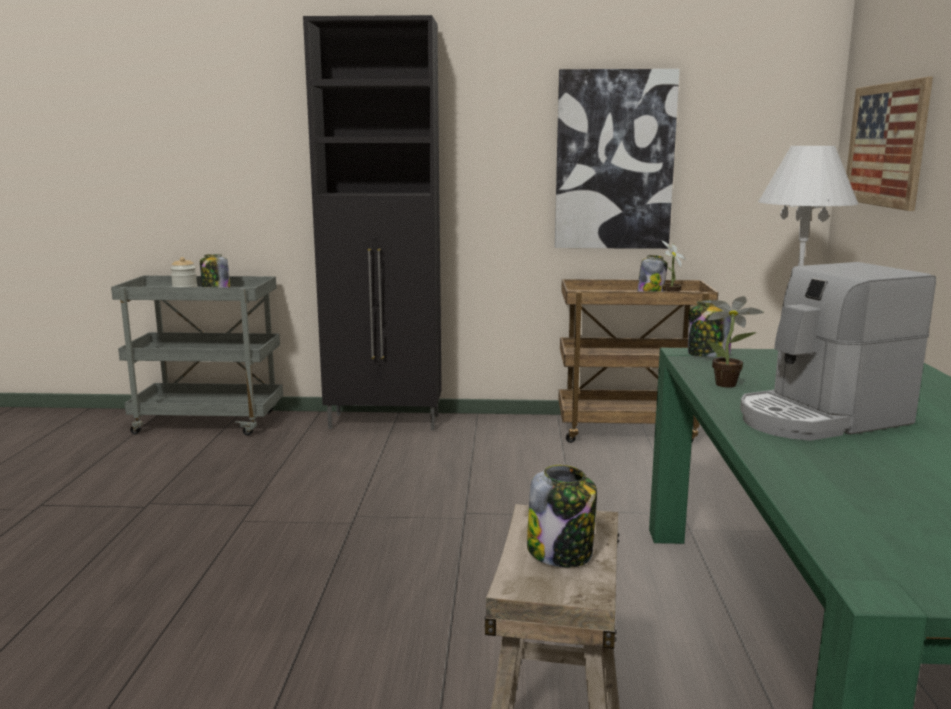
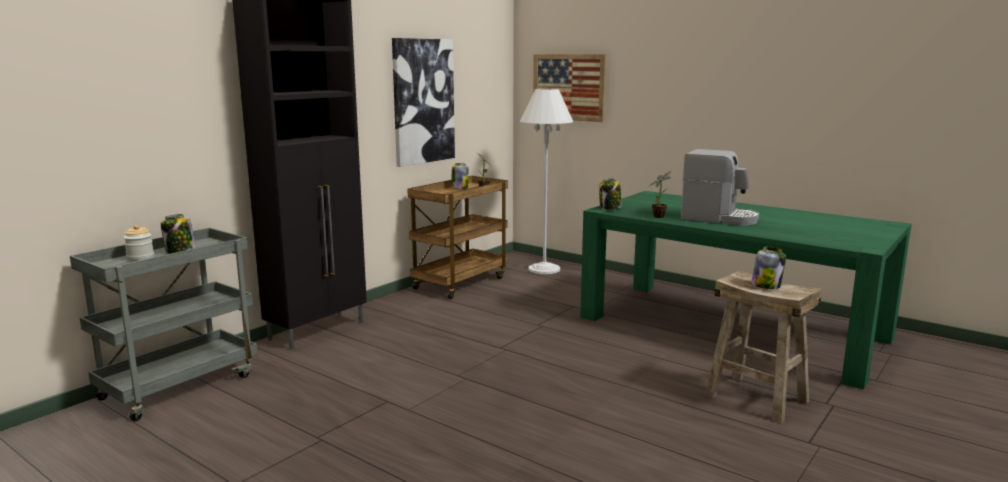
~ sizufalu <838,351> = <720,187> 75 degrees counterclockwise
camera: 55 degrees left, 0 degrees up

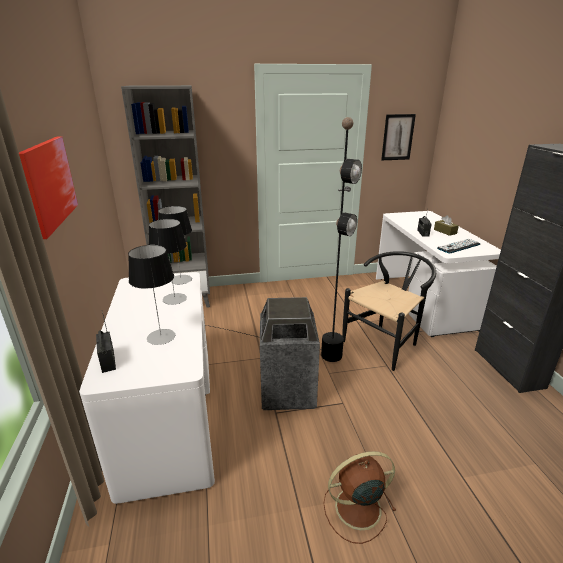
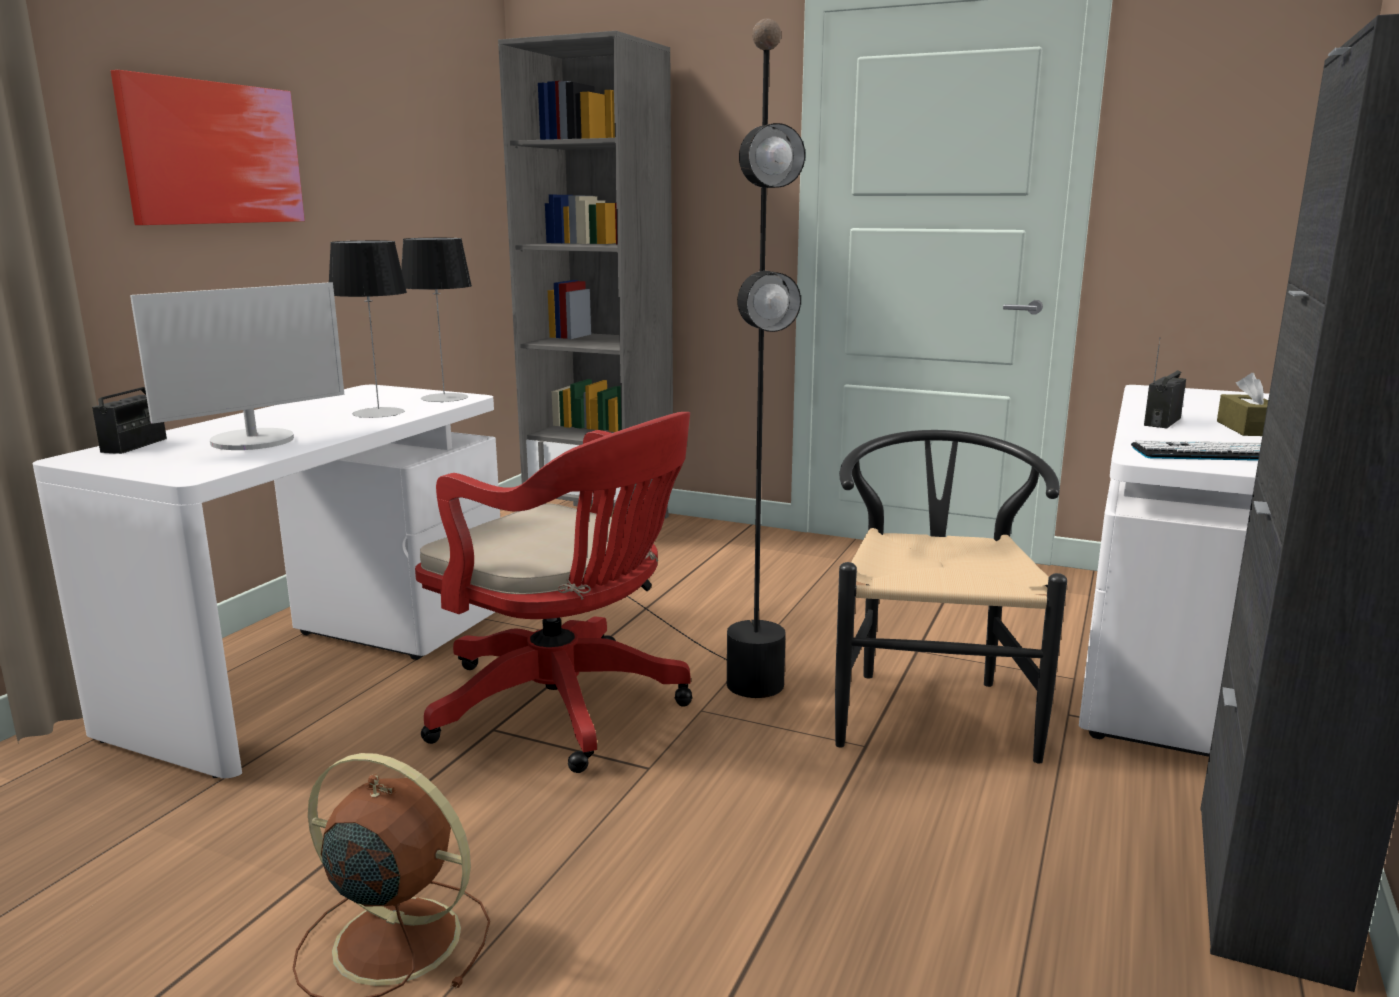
~ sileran <151,295> to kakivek <237,366>
~ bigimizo <290,353> to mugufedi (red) <554,592>
~ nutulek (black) <389,311> = <951,597> 75 degrees counterclockwise
- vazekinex <398,137>
camera: 35 degrees right, 10 degrees down

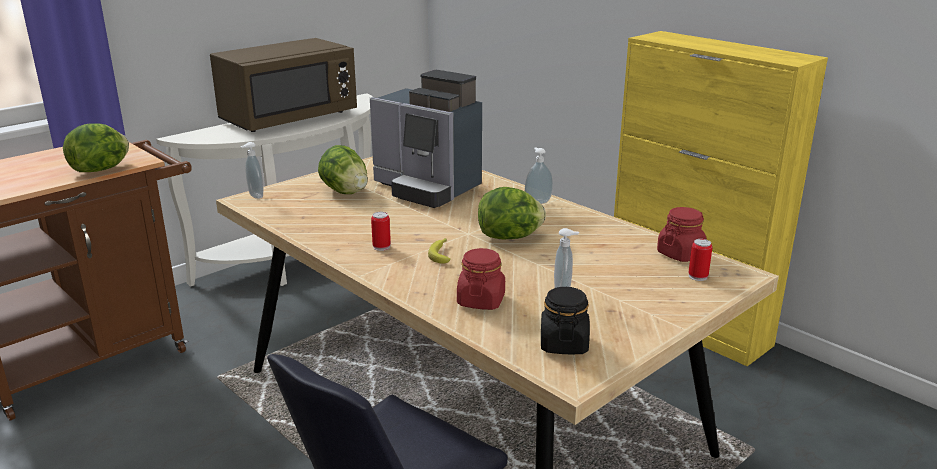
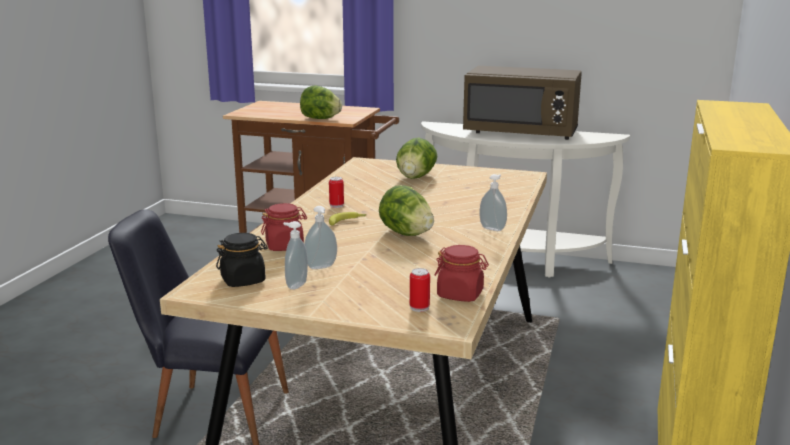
~ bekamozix <251,170> to <295,255>
- sizufalu <426,139>
camera: 60 degrees right, 5 degrees down

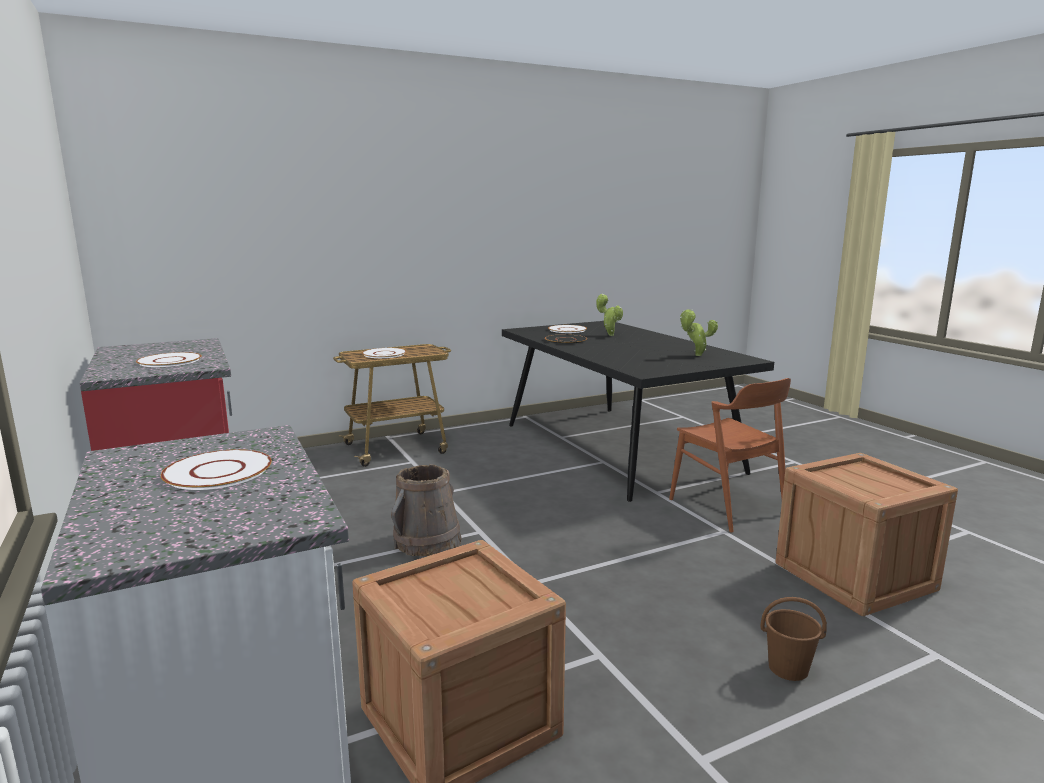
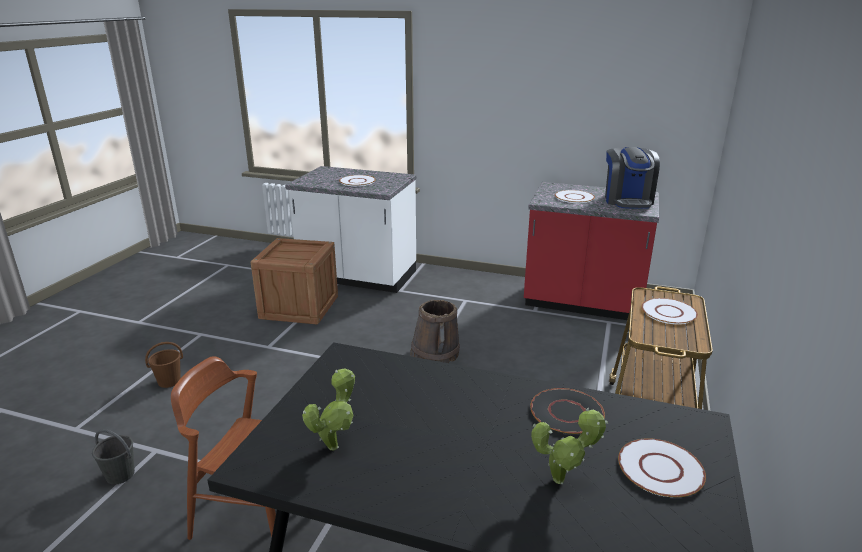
~ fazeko <867,534> to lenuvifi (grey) <113,457>
+ sizufalu <632,178>
camera: 135 degrees right, 10 degrees up

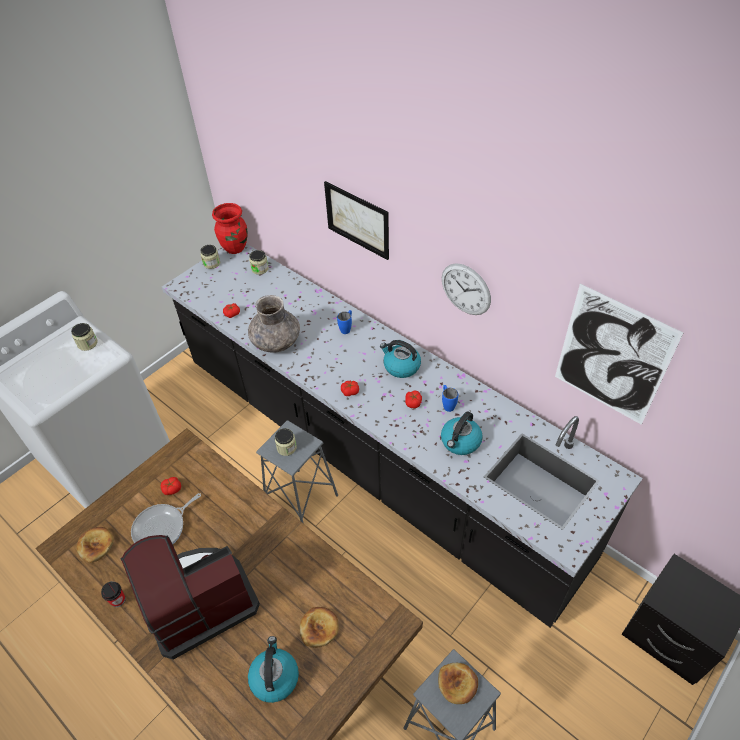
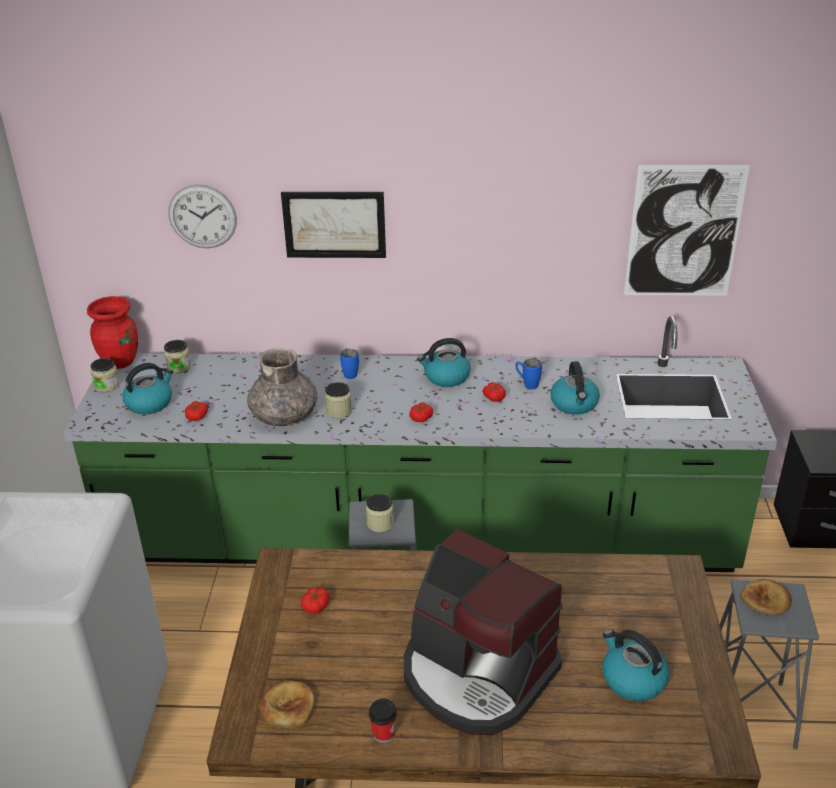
~ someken <84,337> to <338,400>
~ sizufalu <190,597> = <483,632> 75 degrees counterclockwise
- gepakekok <166,518>
~ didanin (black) <402,436> to didanin (green) <420,444>
- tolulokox <319,627>
~ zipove <466,289> to <202,216>
+ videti <147,389>
camera: 40 degrees left, 15 degrees down

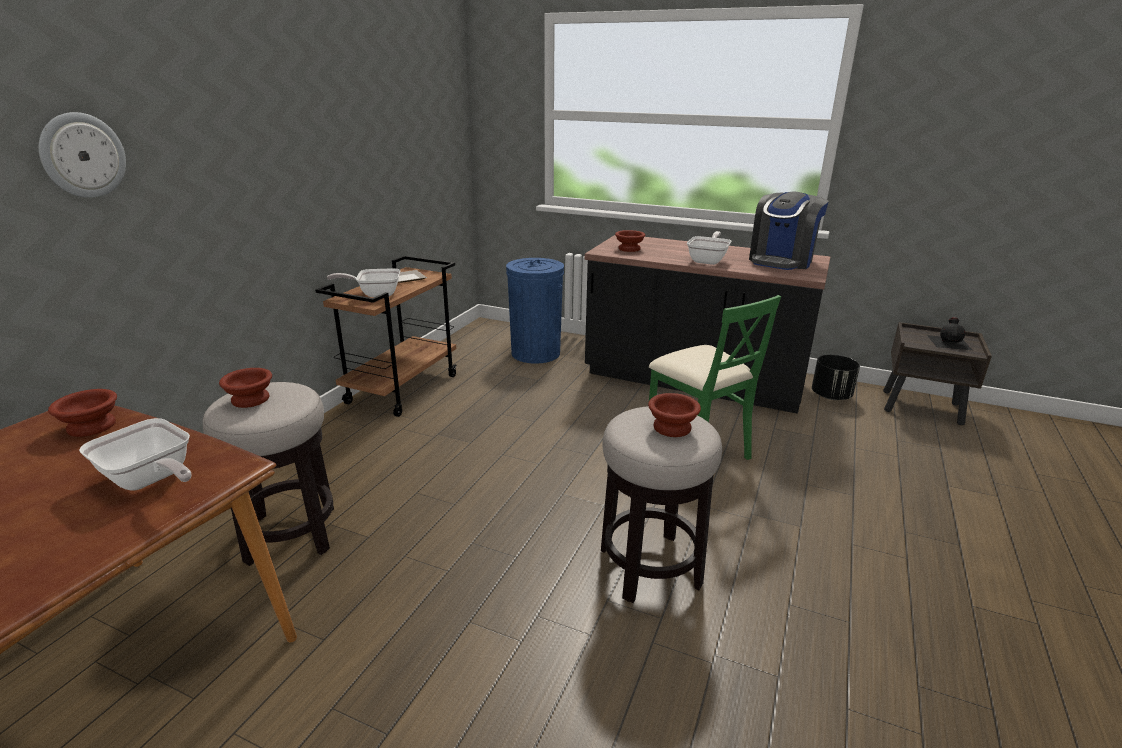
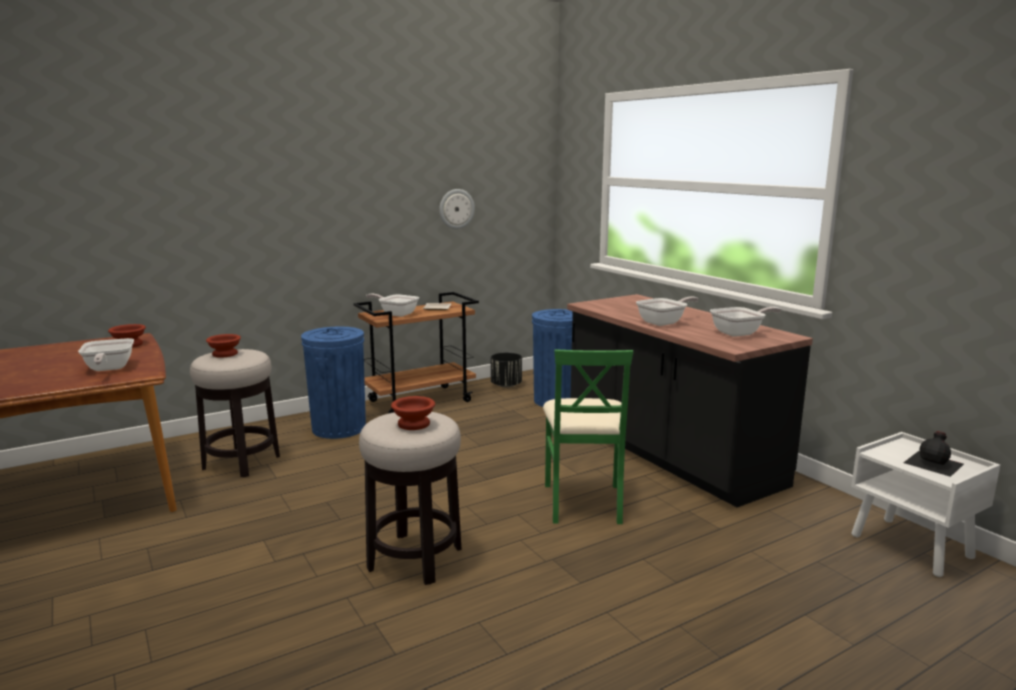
~ zipove <82,155> to <457,209>
- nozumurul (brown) <630,241>
~ sizufalu <789,230> to gepakekok <745,322>
~ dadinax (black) <836,377> to <506,370>
~ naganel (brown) <937,373> to naganel (white) <925,504>
+ bigimizo (blue) <333,383>
camera: 35 degrees right, 10 degrees down

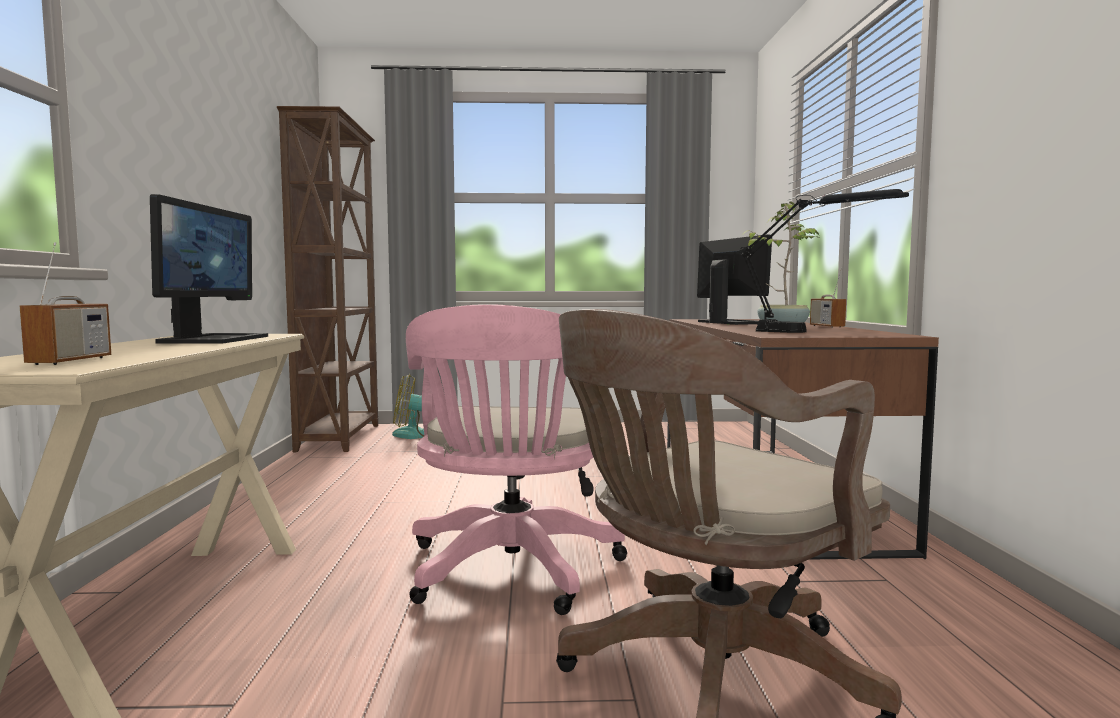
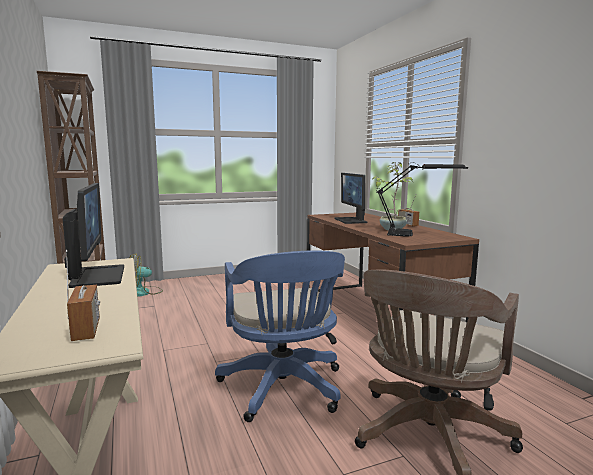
~ mugufedi (pink) <516,459> to mugufedi (blue) <280,336>
~ kakivek <734,279> = <350,198> 150 degrees counterclockwise
camera: 20 degrees left, 5 degrees up

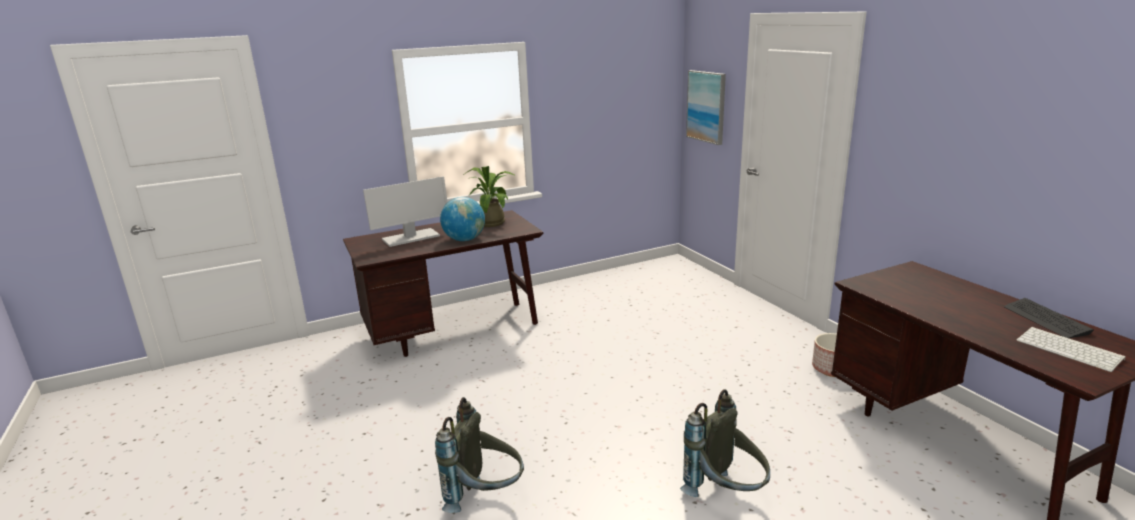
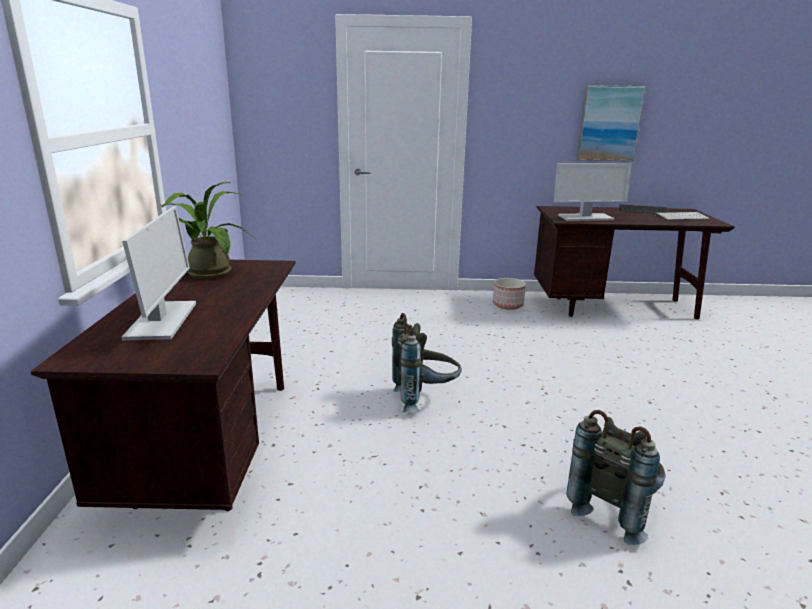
- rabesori <462,219>
~ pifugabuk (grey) <725,443> to <427,362>
~ vazekinex <706,107> to <611,123>
+ kakivek <593,192>
camera: 65 degrees left, 0 degrees up

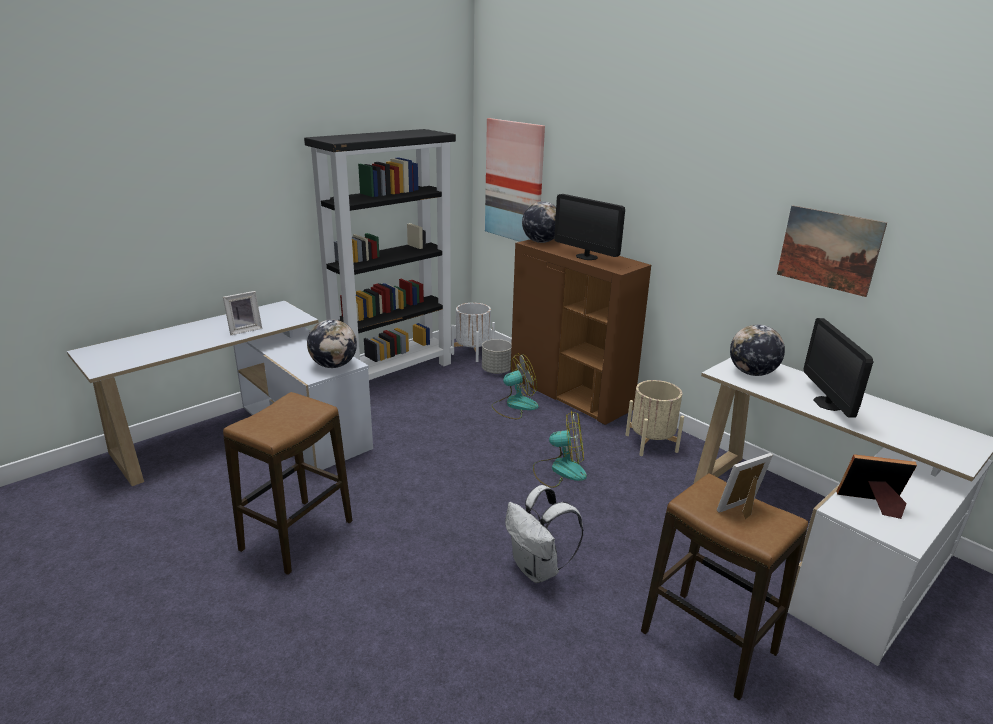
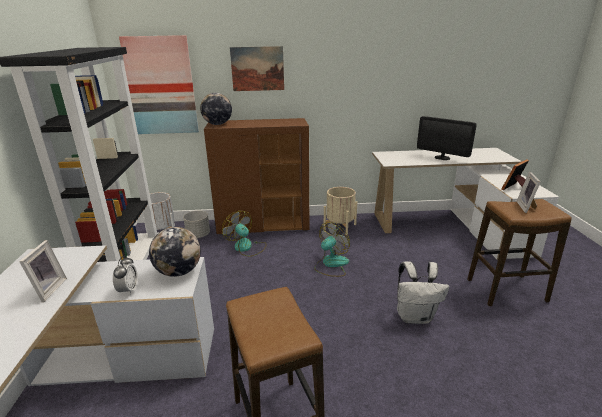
~ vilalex <515,386> = <244,234> 60 degrees counterclockwise
- kakivek <589,227>
- rabesori <757,350>
~ vazekinex <832,251> to <257,68>
+ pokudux <125,275>
camera: 50 degrees left, 0 degrees up

